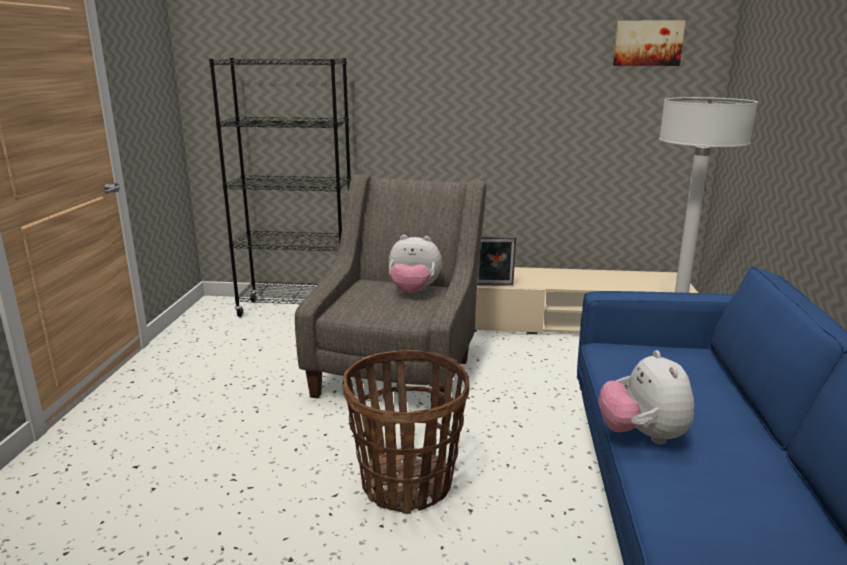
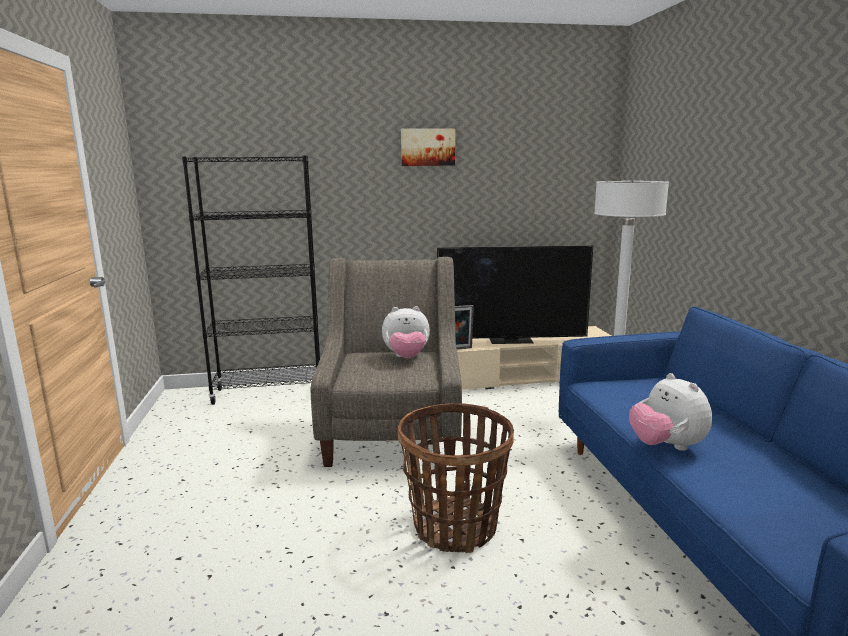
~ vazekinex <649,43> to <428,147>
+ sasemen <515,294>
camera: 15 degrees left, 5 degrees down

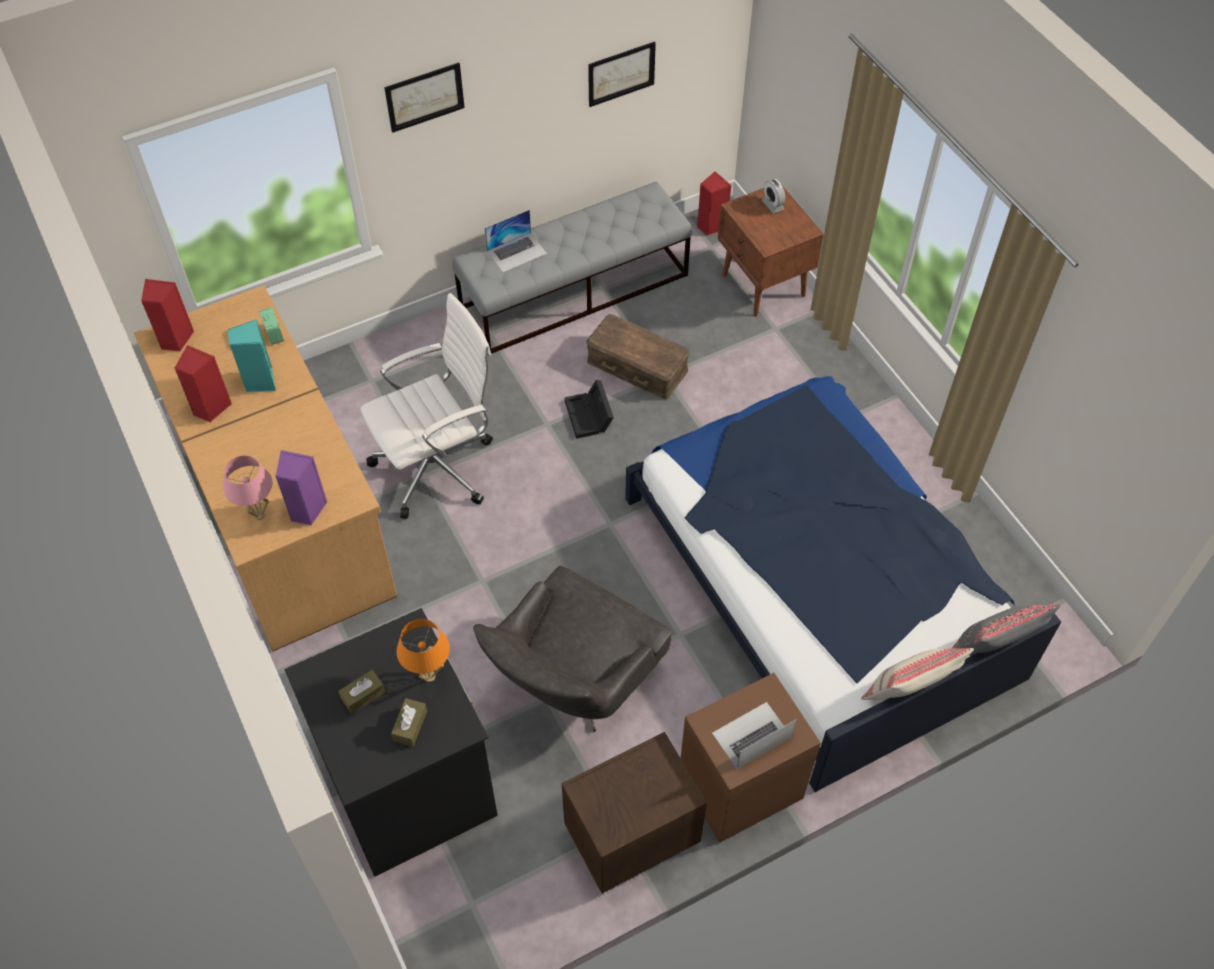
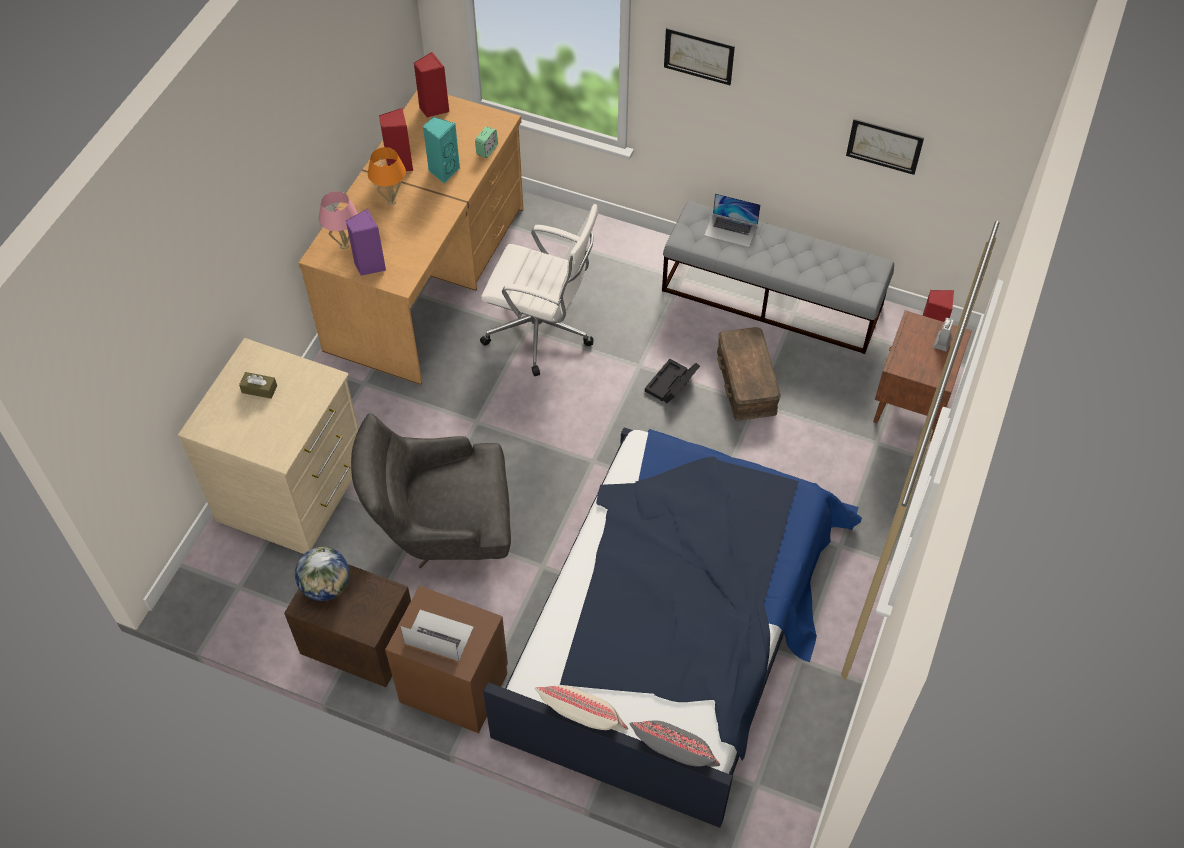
~ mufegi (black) <391,742> to mufegi (beige) <268,446>
- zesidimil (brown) <409,722>
~ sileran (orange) <423,650> to <387,176>
+ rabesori <322,574>
camera: 50 degrees right, 0 degrees up

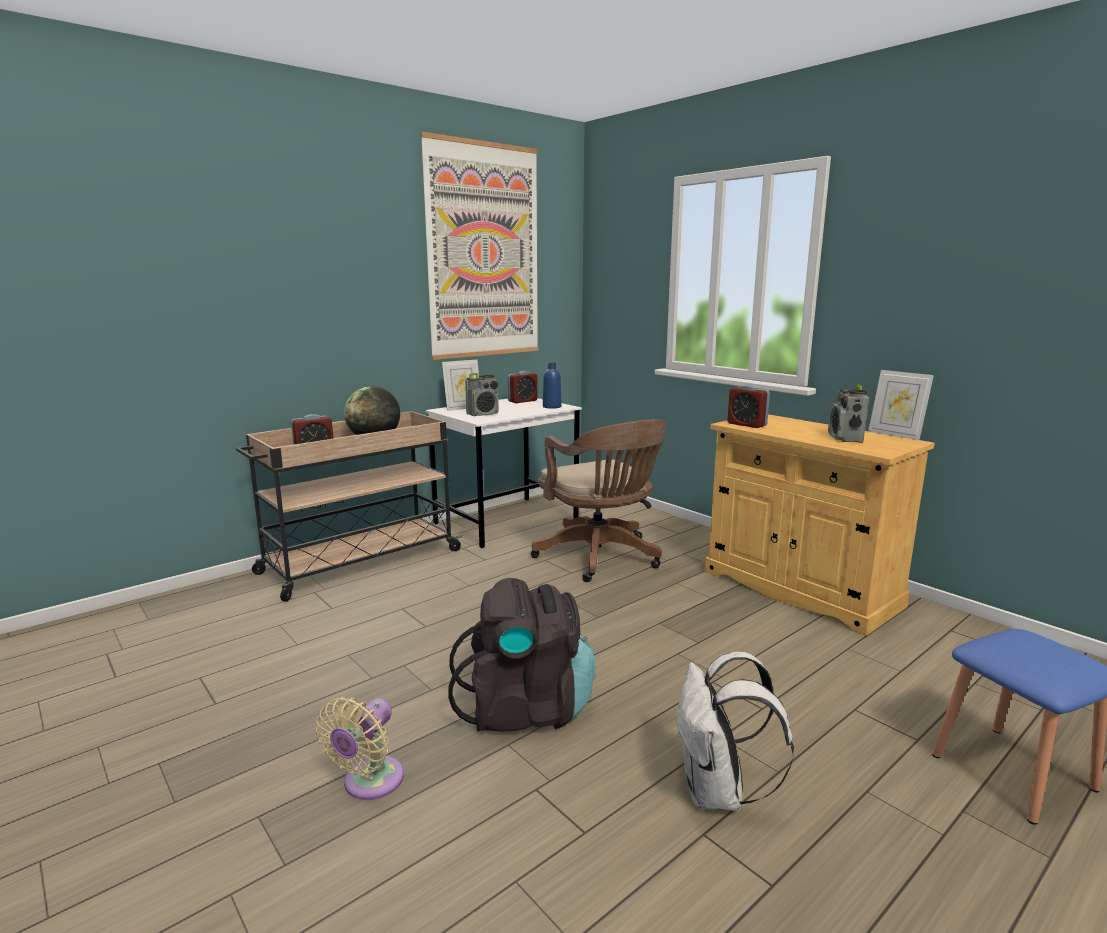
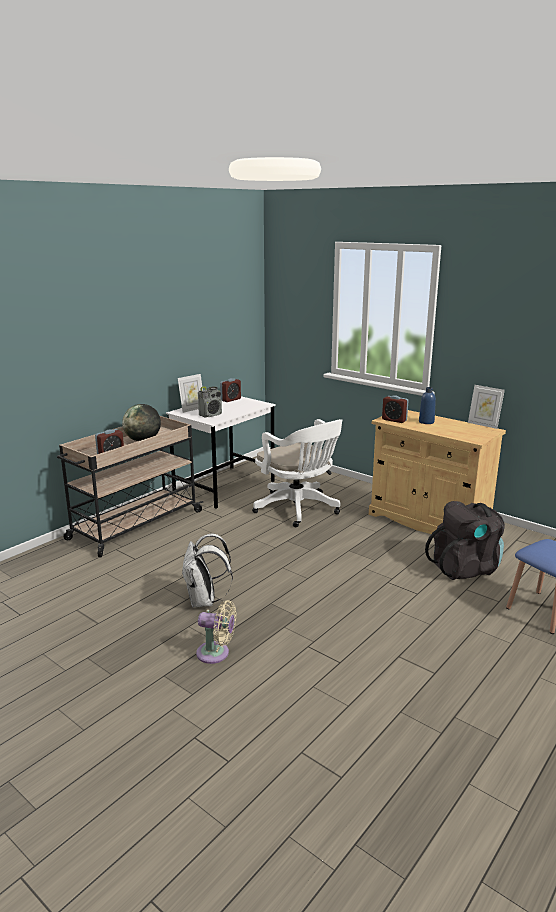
~ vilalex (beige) <360,748> = <216,632> 90 degrees counterclockwise
- vazekinex <479,246>
~ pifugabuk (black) <522,655> to <465,540>
~ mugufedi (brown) <598,500> to mugufedi (white) <297,473>
~ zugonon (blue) <552,386> to <427,405>
~ pifugabuk (white) <735,731> to <207,570>
- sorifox <848,413>
camera: 10 degrees left, 5 degrees up

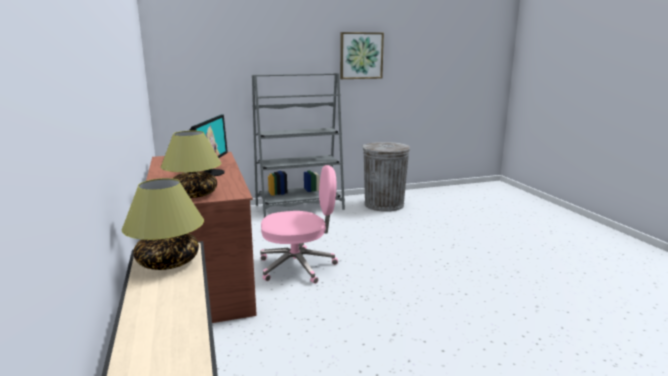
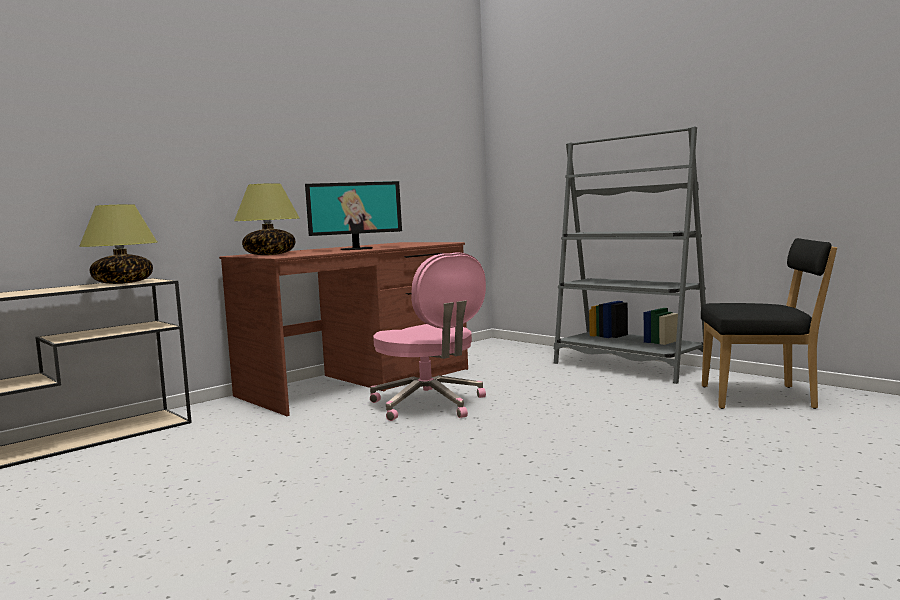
- vazekinex <362,55>
~ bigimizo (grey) <386,177> to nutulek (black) <769,323>
camera: 65 degrees right, 10 degrees down

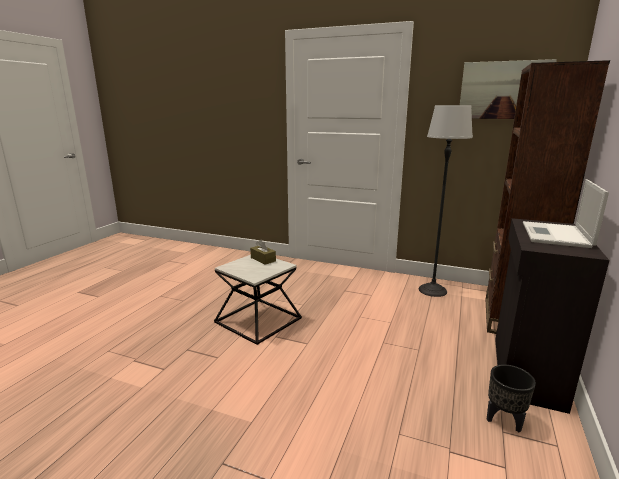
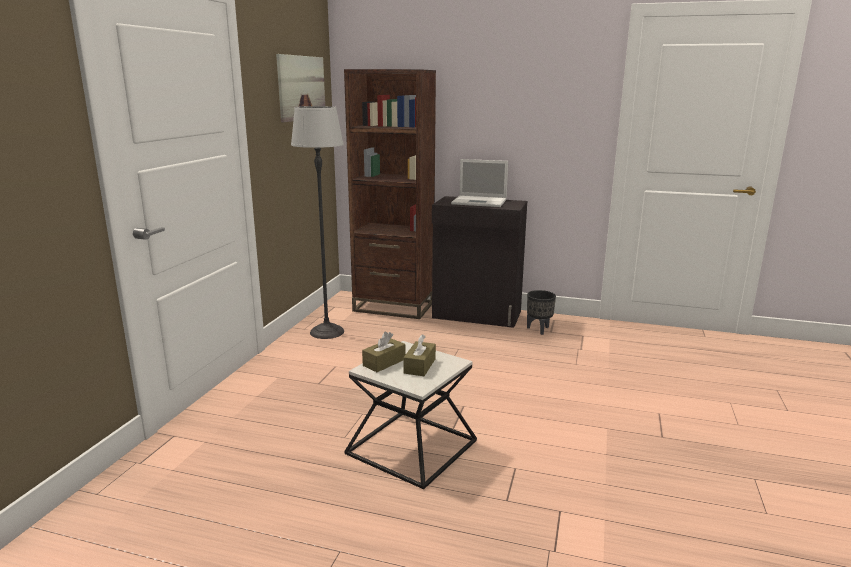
+ zesidimil (brown) <419,355>
camera: 95 degrees left, 0 degrees up

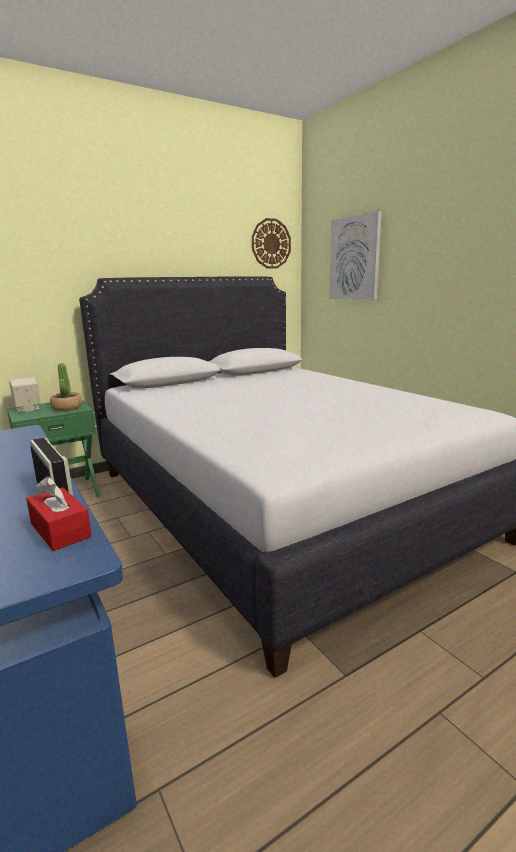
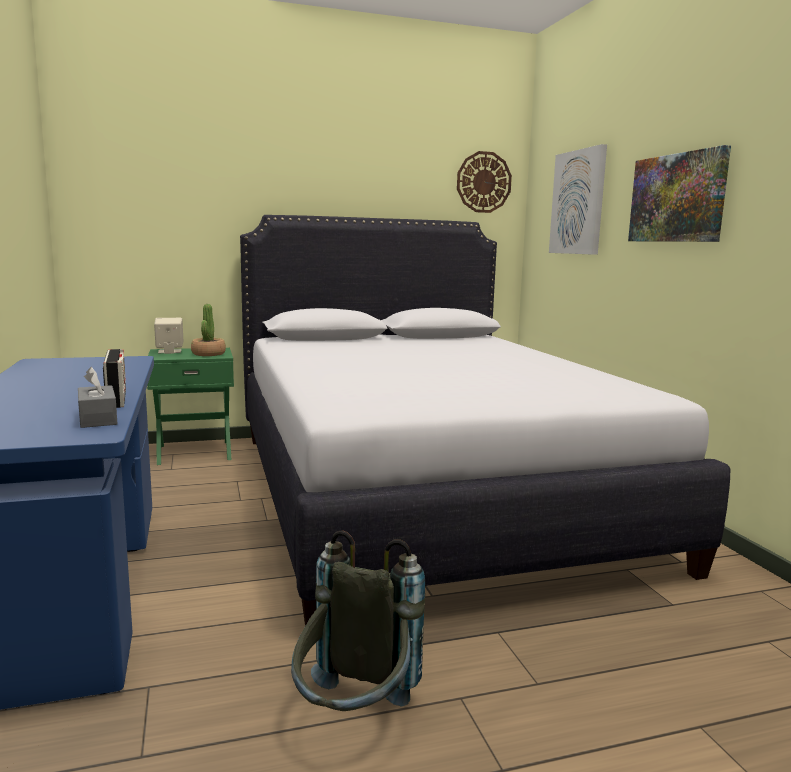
~ zesidimil (red) <59,513> to zesidimil (grey) <97,397>
+ pifugabuk (grey) <358,620>
+ vazekinex <679,193>
camera: 15 degrees right, 5 degrees down

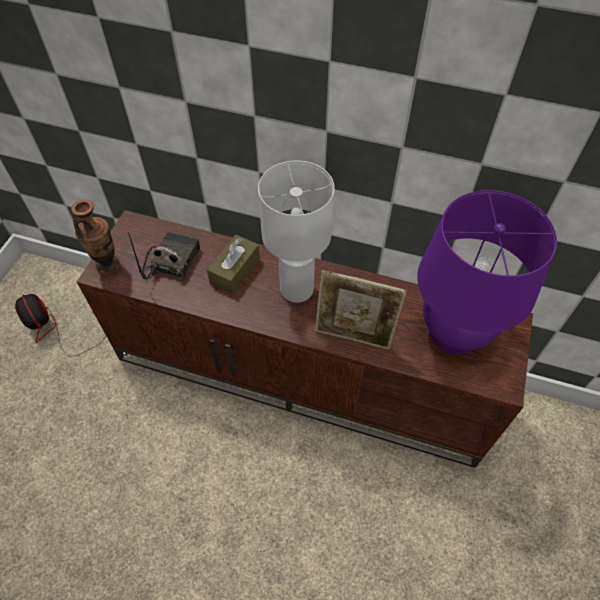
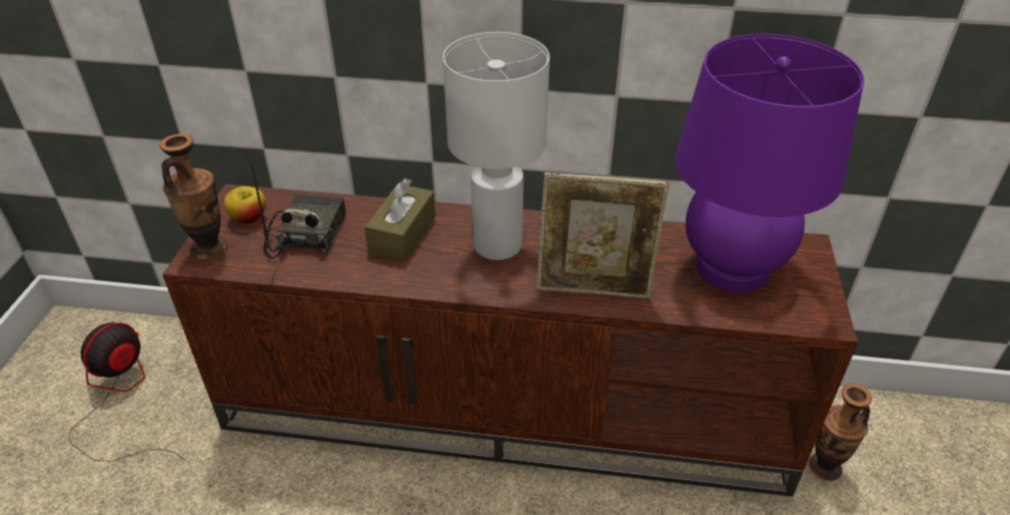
~ vilalex <60,325> = <127,391> 75 degrees clockwise
+ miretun <245,204>
+ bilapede <840,432>
camera: 10 degrees left, 15 degrees down

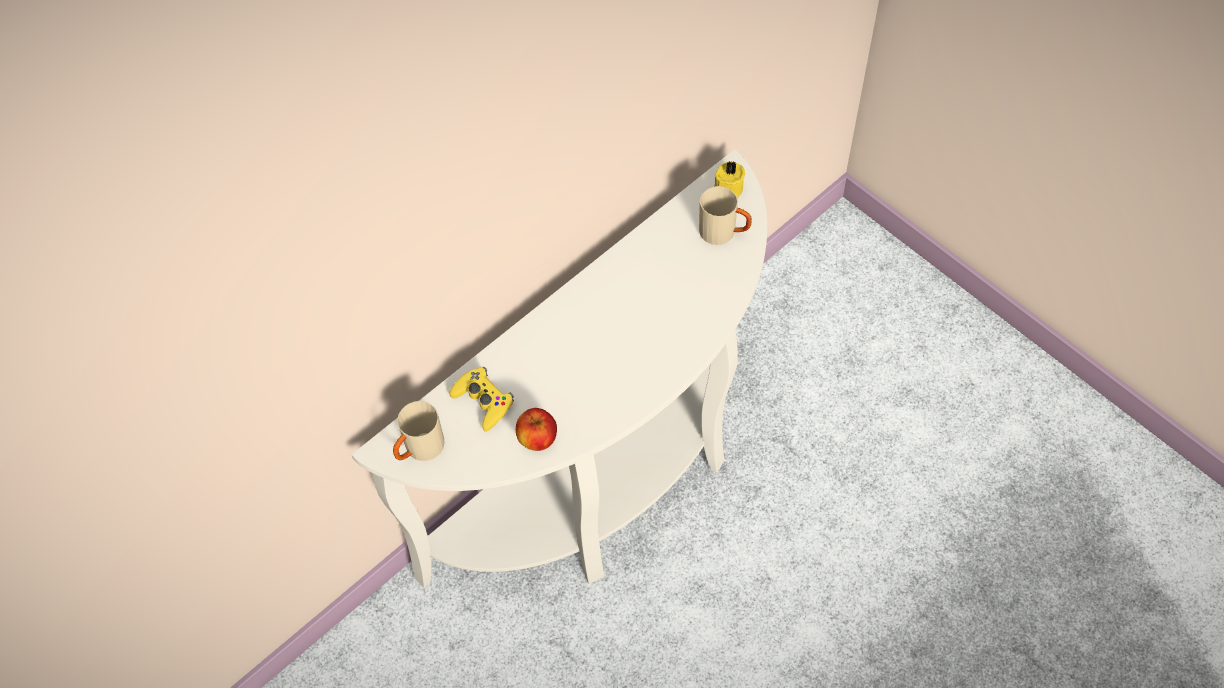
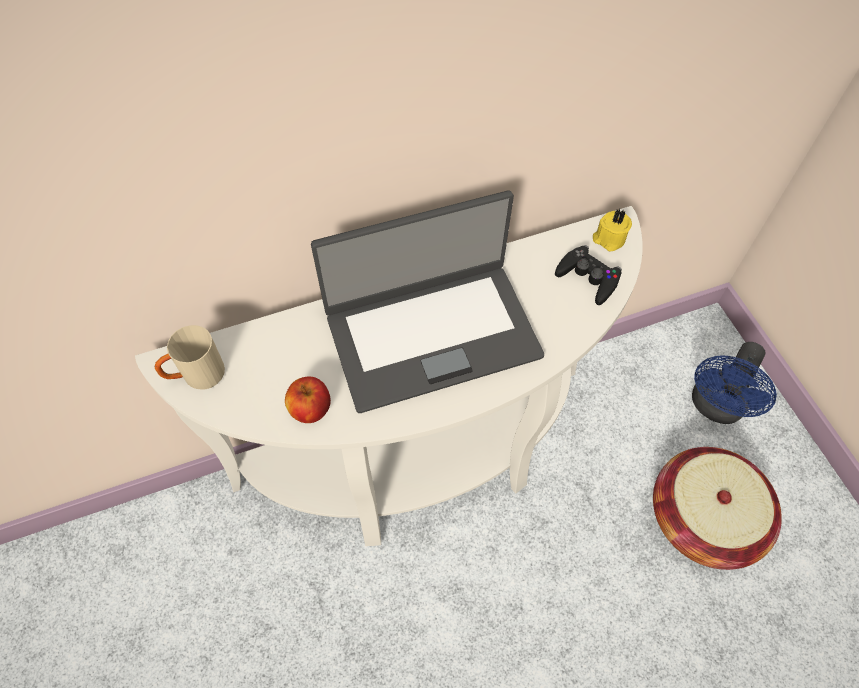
- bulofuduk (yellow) <481,399>
~ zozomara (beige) <725,215> to bulofuduk (black) <588,275>
+ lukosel <427,302>
+ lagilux <717,508>
+ vilalex (blue) <734,383>
camera: 20 degrees right, 0 degrees up

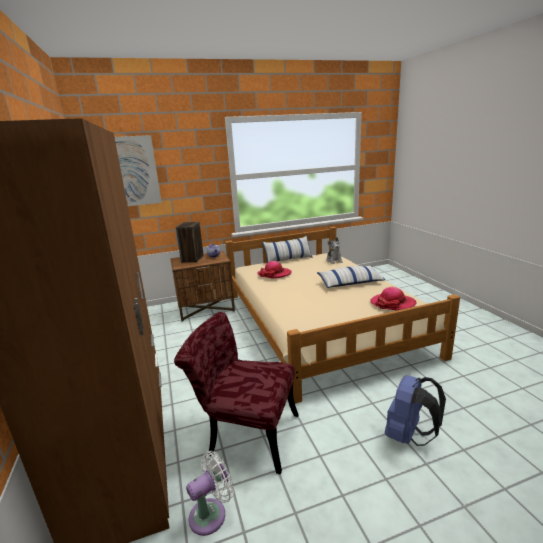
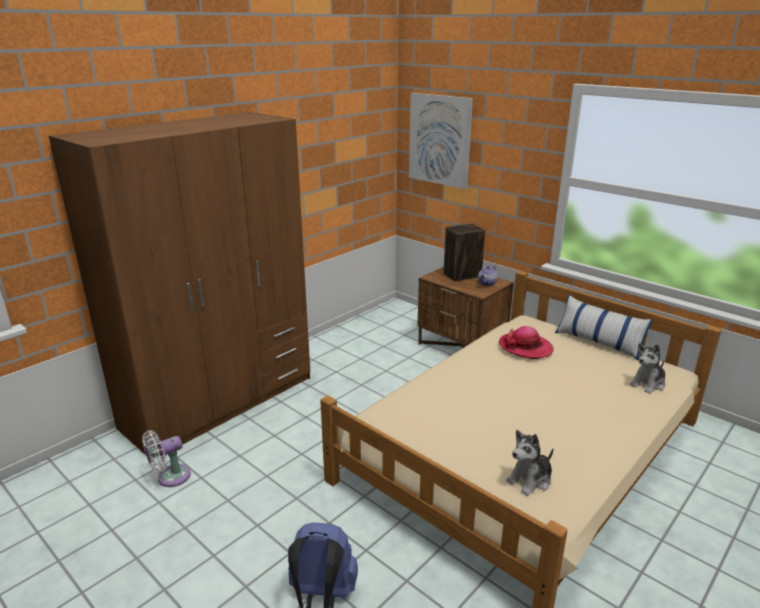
- nutulek (red) <236,393>
~ vilalex (white) <209,493> = <166,458> 120 degrees clockwise
- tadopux <351,276>
~ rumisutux <393,298> to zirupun <529,463>
camera: 60 degrees right, 5 degrees up

